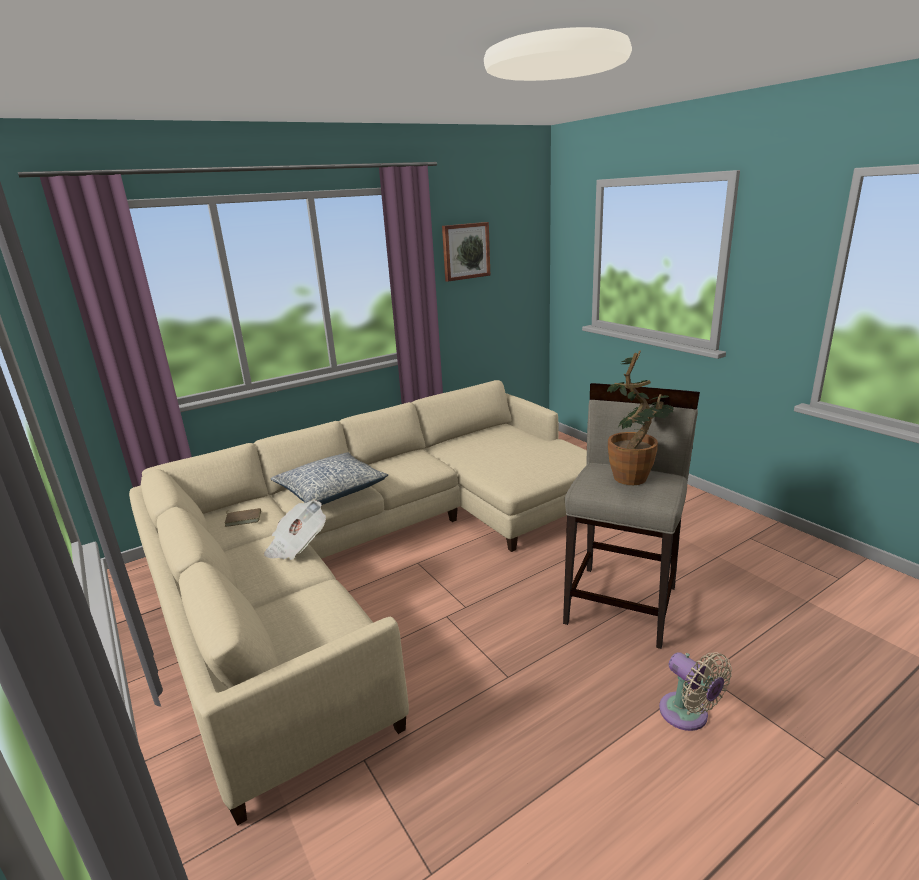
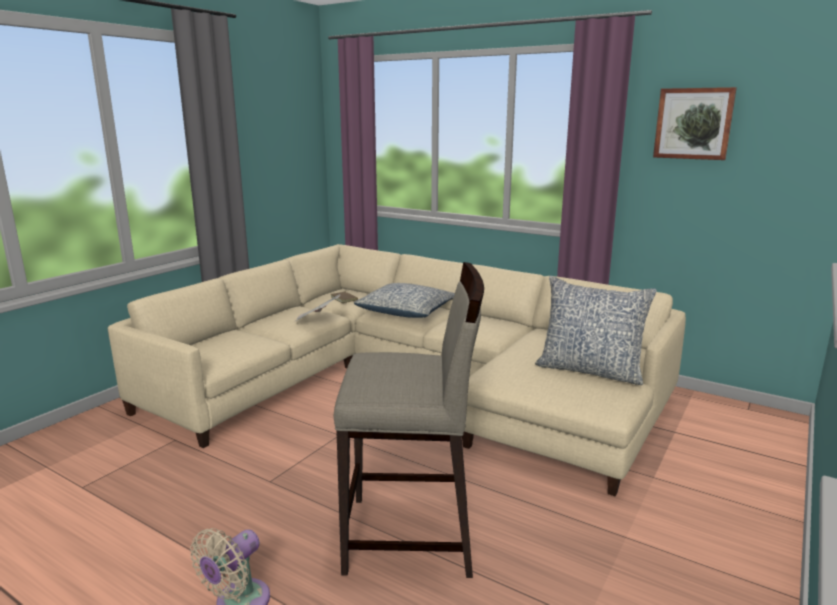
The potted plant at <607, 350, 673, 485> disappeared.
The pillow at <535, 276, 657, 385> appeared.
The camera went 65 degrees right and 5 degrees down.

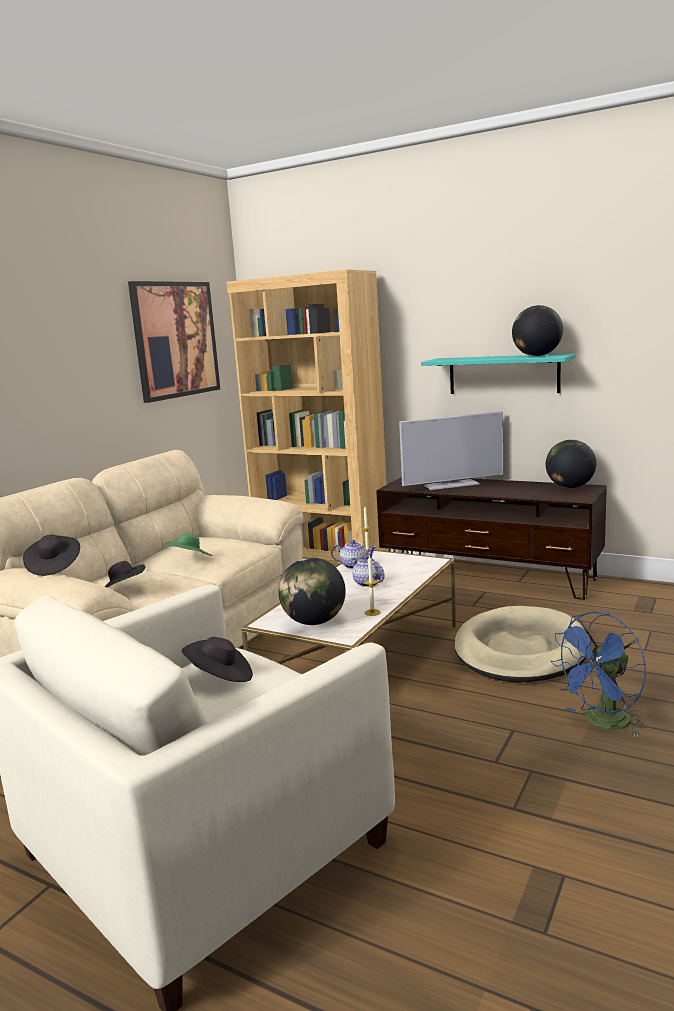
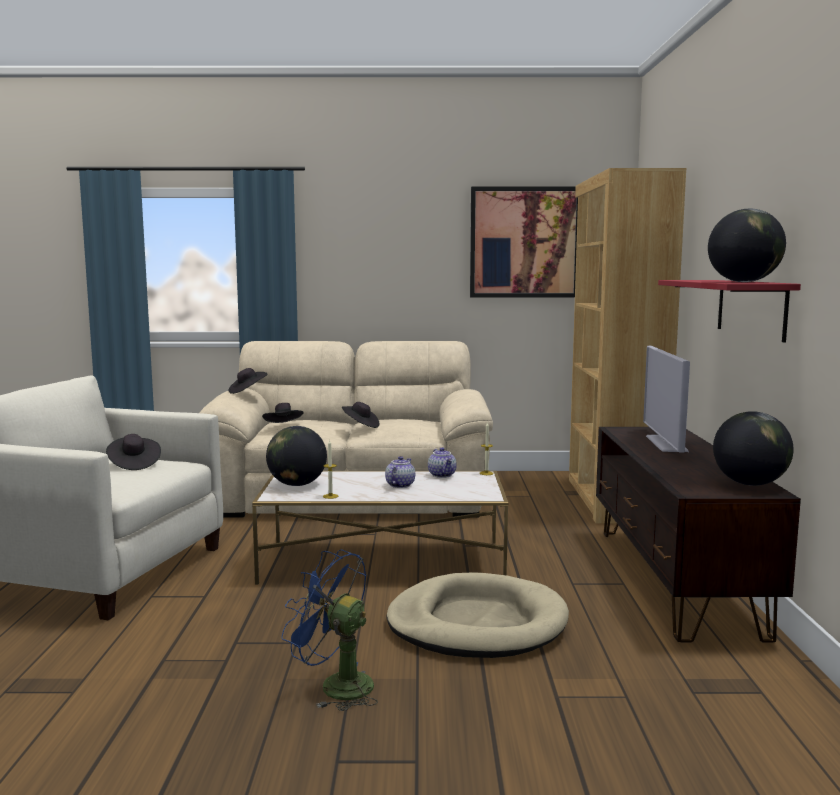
The hat/green at <164, 534, 212, 556> became the hat/black at <342, 402, 379, 428>.
The shelf/turquoise at <421, 354, 576, 394> became the shelf/red at <658, 280, 801, 343>.
The television at <399, 411, 503, 490> turned 45 degrees clockwise.
The camera went 60 degrees right and 5 degrees down.

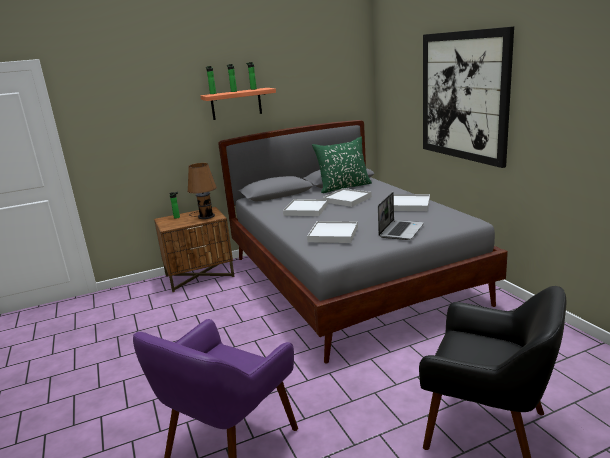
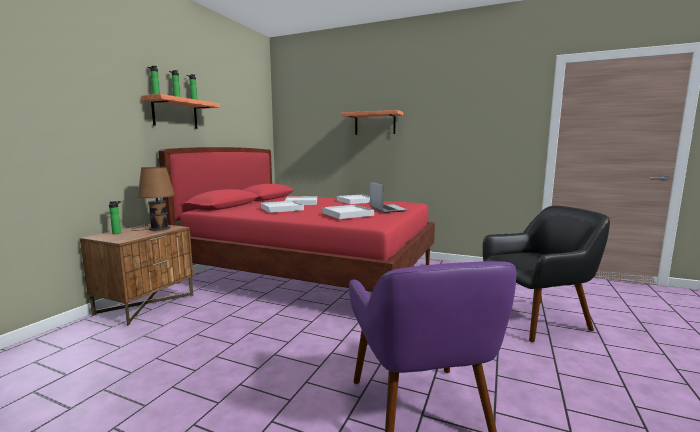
The pillow/green at <312, 137, 372, 193> disappeared.
The picture at <423, 27, 514, 168> was replaced by the shelf at <341, 110, 403, 135>.
The bed/grey at <218, 120, 508, 363> became the bed/red at <159, 147, 435, 292>.
The camera went 45 degrees left and 10 degrees down.

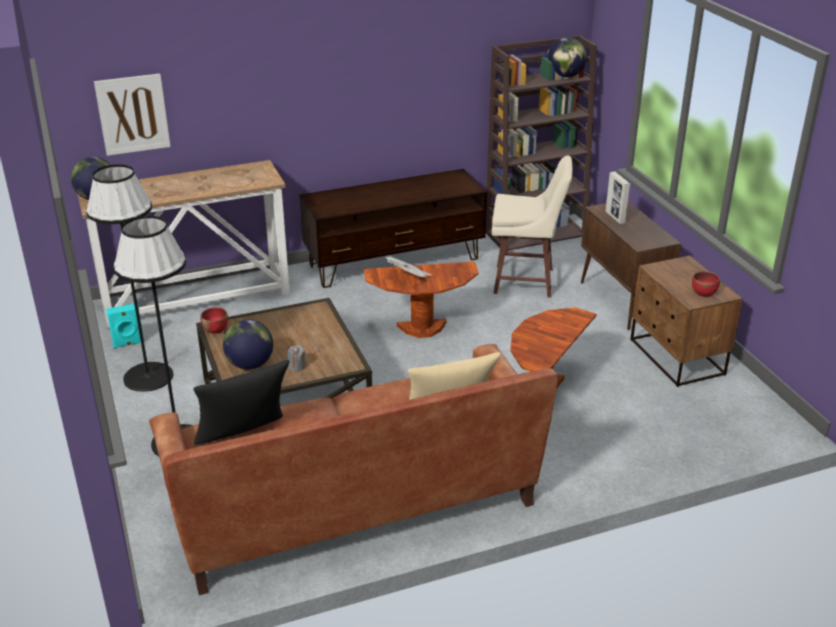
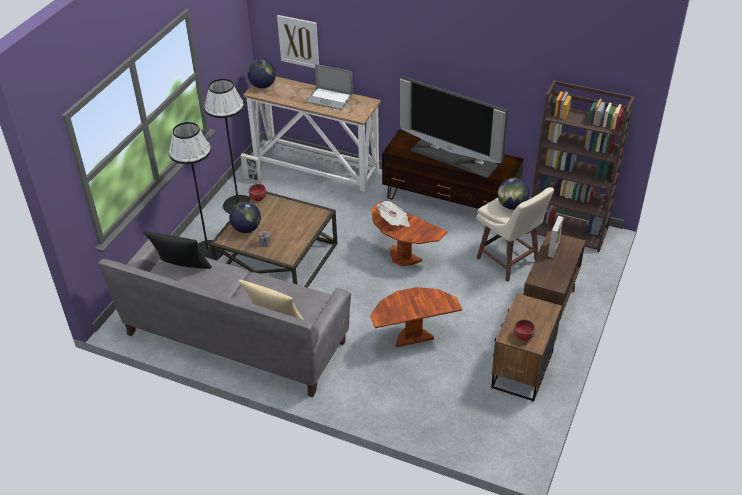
The laptop at <305, 64, 353, 110> appeared.
The television at <400, 76, 508, 178> appeared.
The globe moved from <548, 37, 587, 77> to <497, 178, 530, 210>.
The speaker/turquoise at <106, 304, 145, 349> was replaced by the picture frame at <240, 153, 262, 183>.
The sofa/brown at <149, 344, 558, 595> became the sofa/grey at <98, 239, 351, 397>.
The camera went 45 degrees right and 10 degrees up.

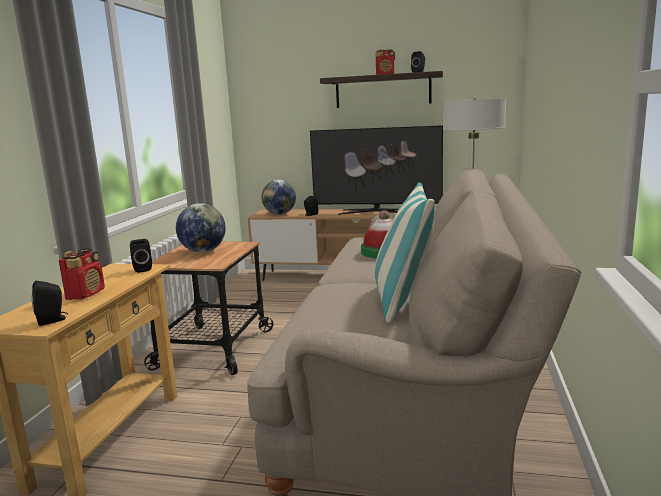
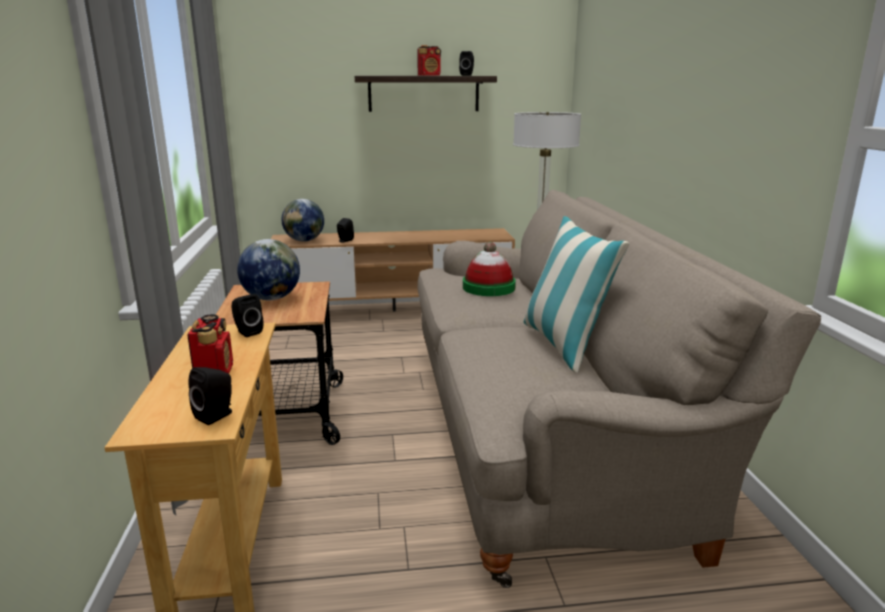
The television at <310, 125, 443, 215> disappeared.
The camera went 20 degrees left and 5 degrees up.

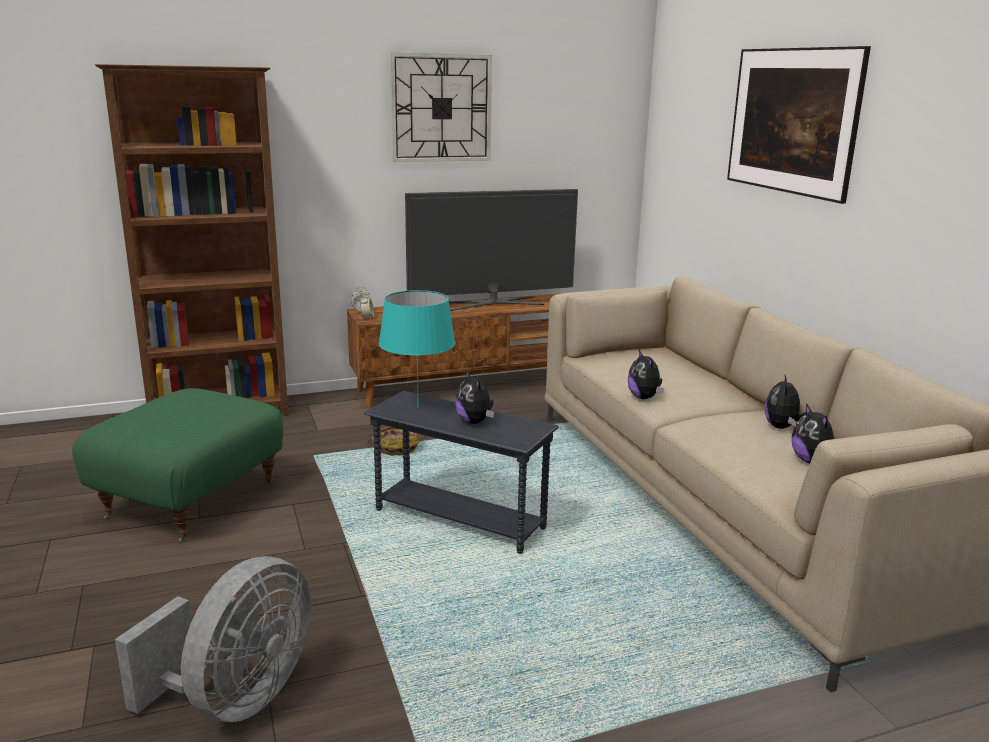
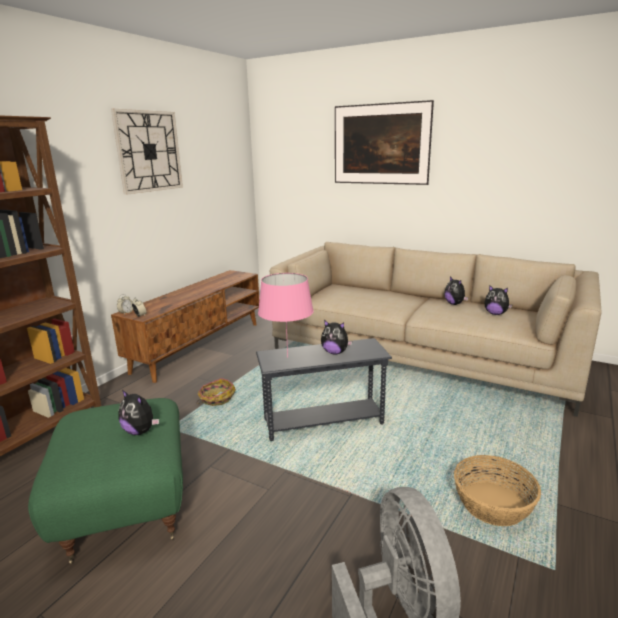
The television at <405, 189, 578, 311> disappeared.
The basket at <454, 455, 541, 526> appeared.
The plush toy moved from <628, 350, 664, 399> to <118, 390, 159, 435>.
The table lamp/turquoise at <379, 290, 455, 408> became the table lamp/pink at <258, 273, 314, 357>.
The camera went 40 degrees left and 0 degrees up.

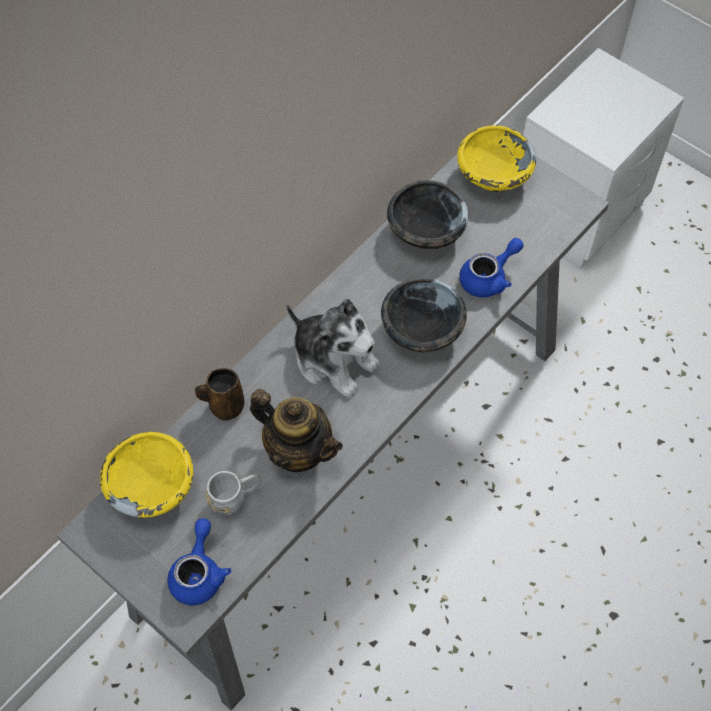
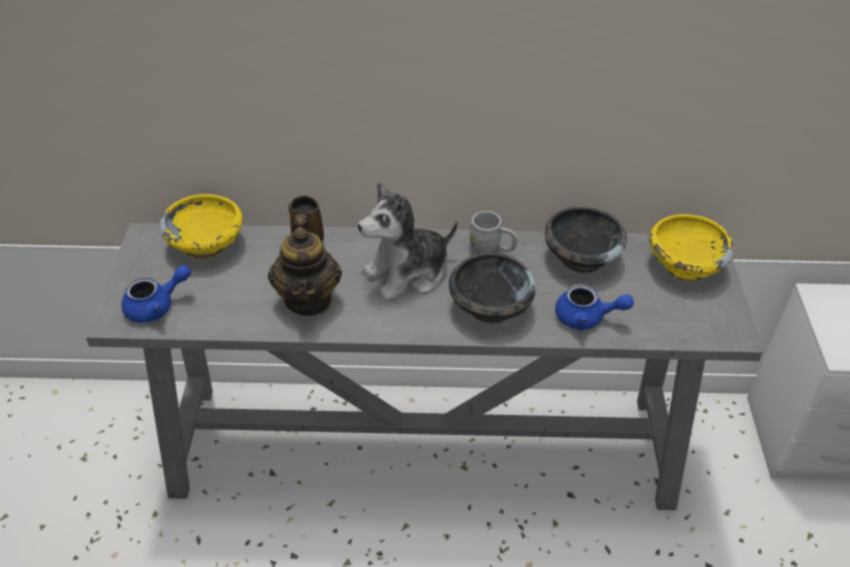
The mug/grey moved from <206, 471, 261, 515> to <469, 211, 517, 254>.
The plush toy at <286, 299, 380, 398> turned 60 degrees clockwise.
The camera went 50 degrees right and 15 degrees down.

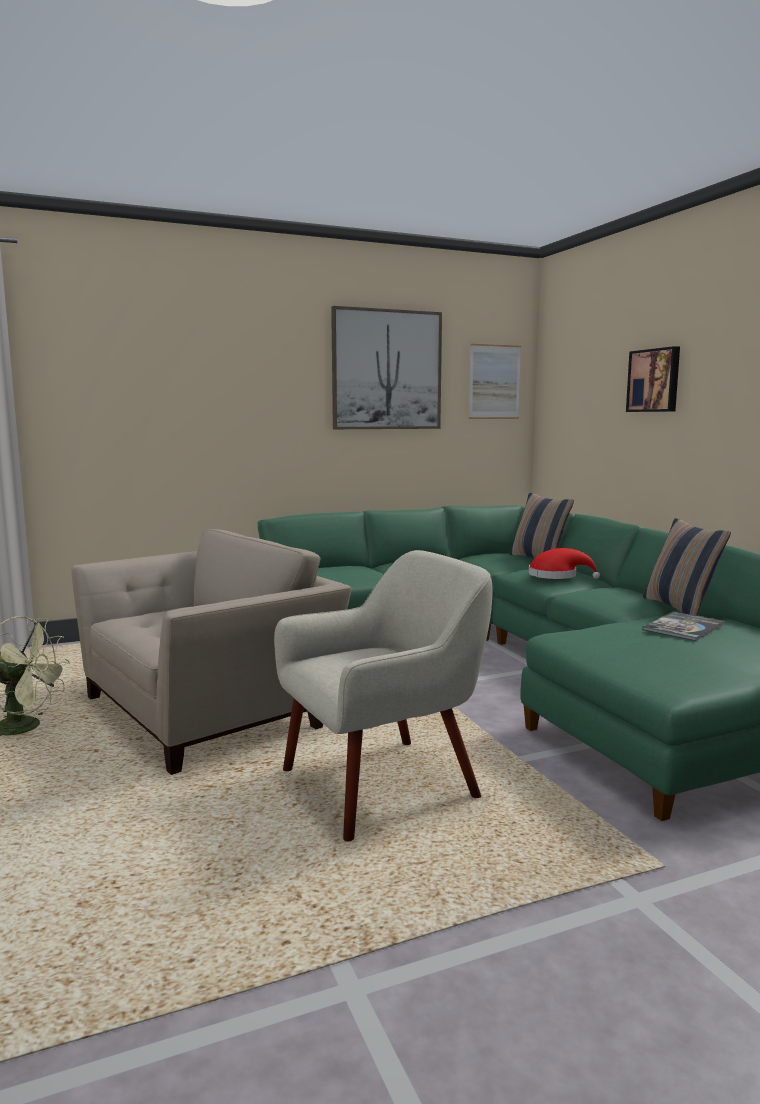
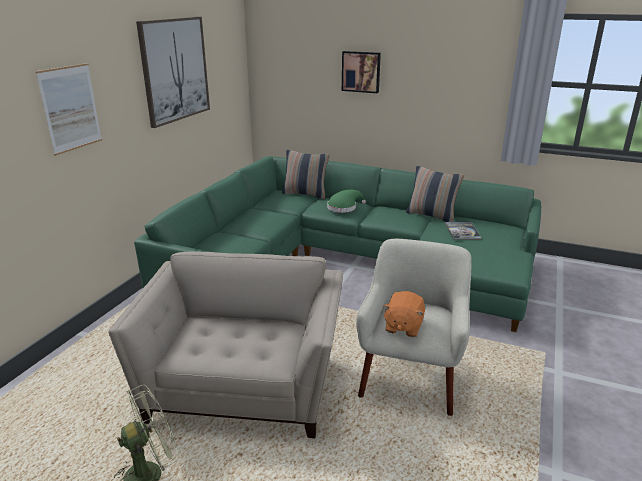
The plush toy/orange at <383, 291, 425, 337> appeared.
The picture moved from <469, 344, 521, 419> to <35, 63, 102, 156>.
The hat/red at <529, 548, 600, 579> became the hat/green at <327, 190, 366, 213>.
The camera went 45 degrees left and 15 degrees up.

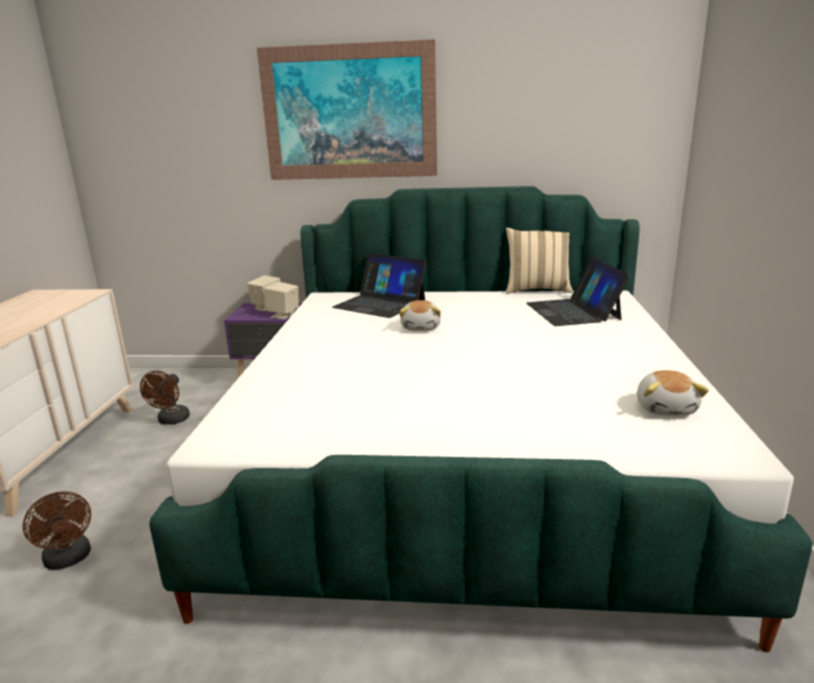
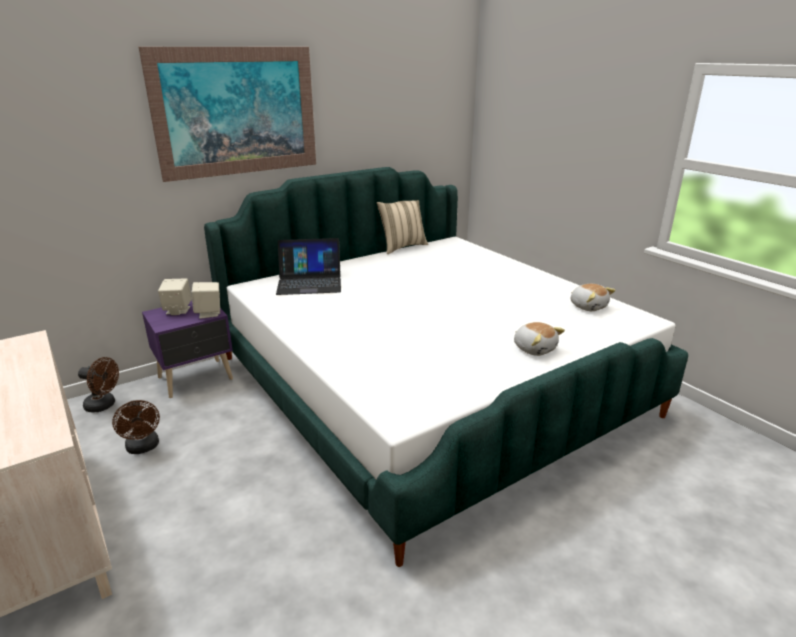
The laptop at <526, 257, 630, 326> disappeared.
The fan/brown moved from <23, 491, 91, 570> to <78, 357, 119, 412>.
The plush toy moved from <399, 300, 441, 331> to <514, 322, 565, 356>.
The camera went 40 degrees left and 5 degrees up.

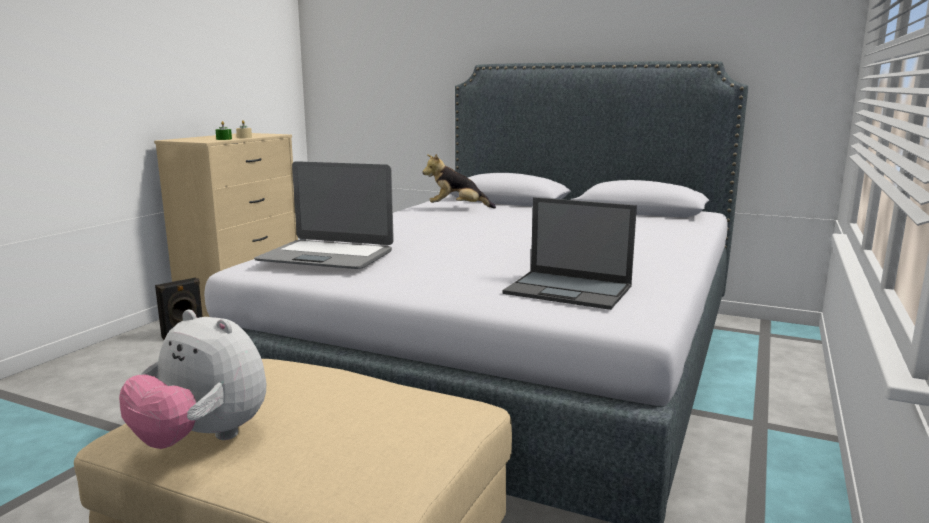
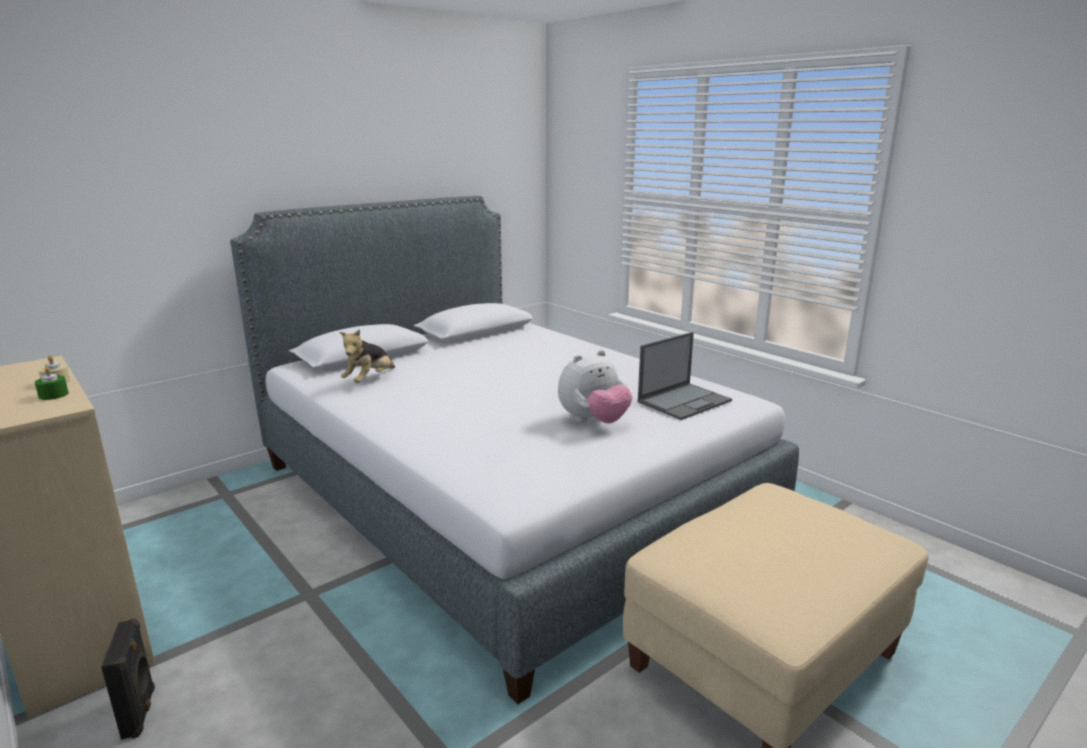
The laptop at <254, 161, 394, 269> disappeared.
The plush toy moved from <119, 309, 266, 449> to <558, 350, 632, 423>.
The camera went 65 degrees left and 5 degrees up.

